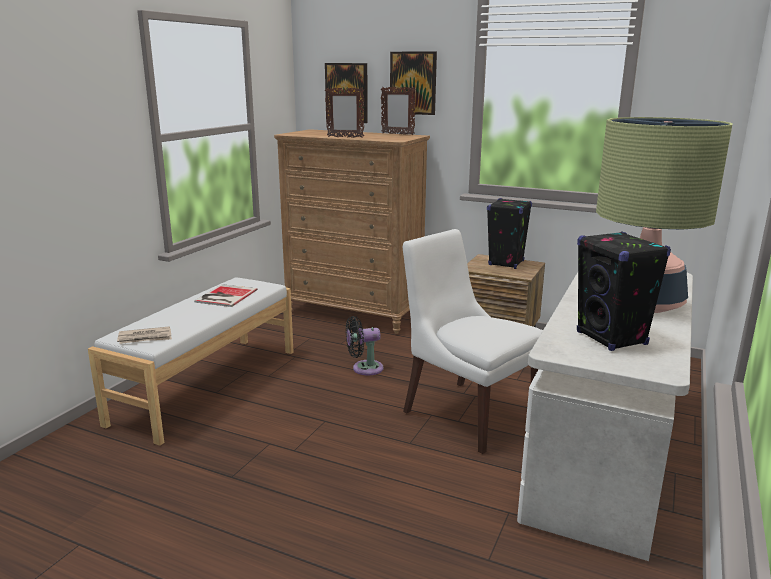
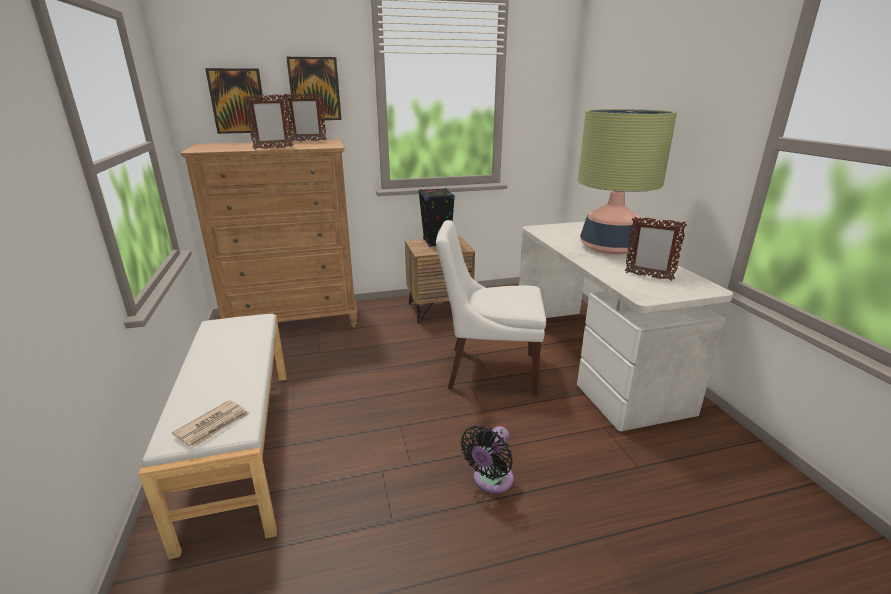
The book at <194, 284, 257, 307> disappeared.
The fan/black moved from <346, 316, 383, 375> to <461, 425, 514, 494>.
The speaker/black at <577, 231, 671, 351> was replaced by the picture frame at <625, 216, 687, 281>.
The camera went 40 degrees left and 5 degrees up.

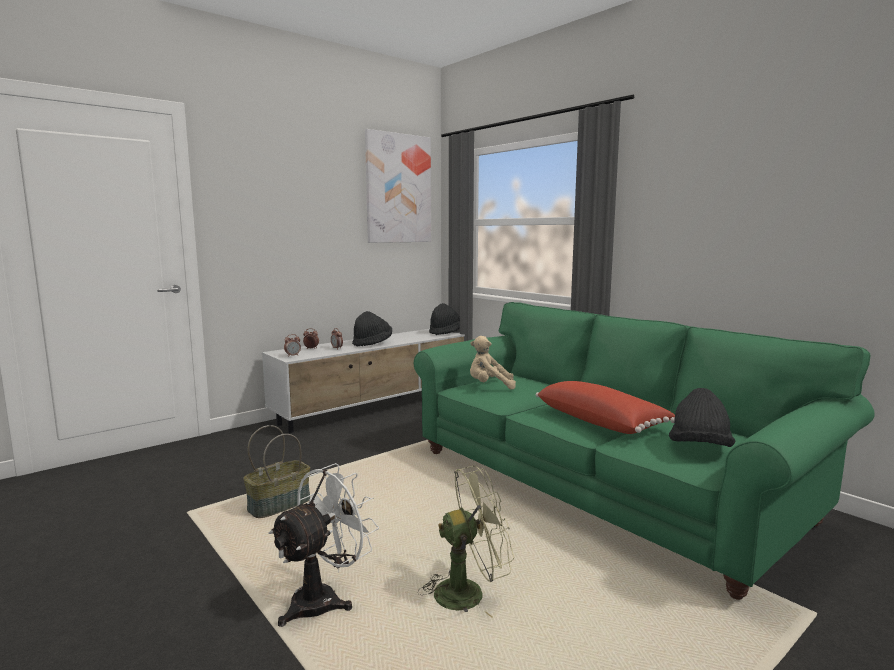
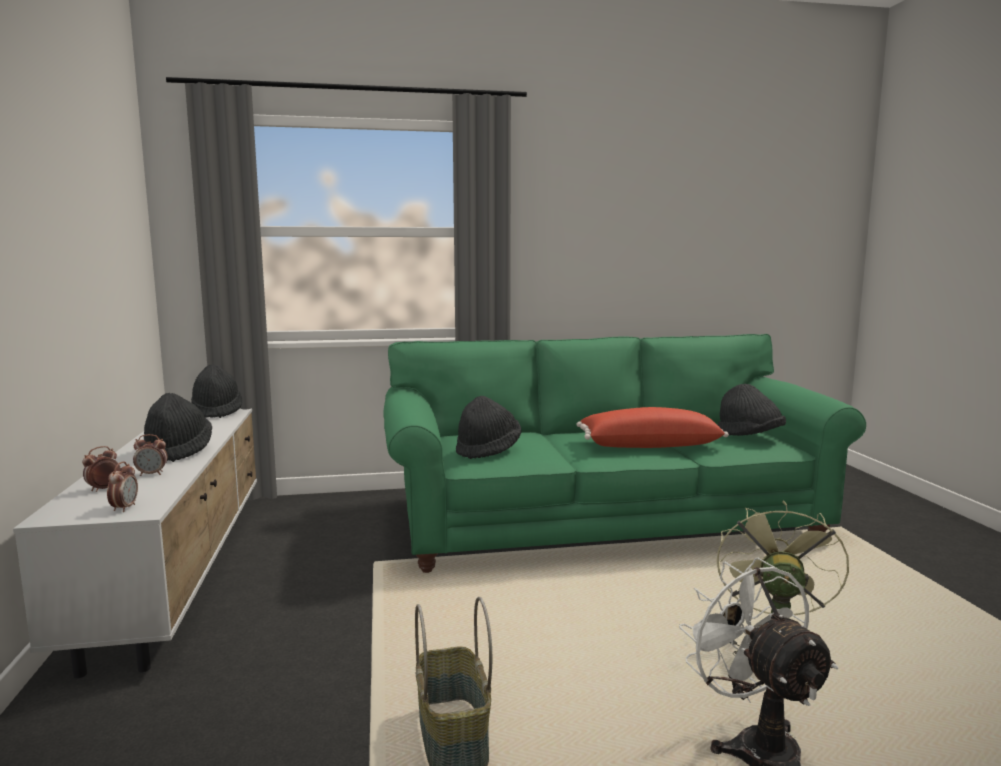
The picture at <365, 129, 431, 243> disappeared.
The plush toy/beige at <470, 336, 516, 389> was replaced by the hat/black at <456, 396, 522, 459>.
The camera went 60 degrees left and 0 degrees up.

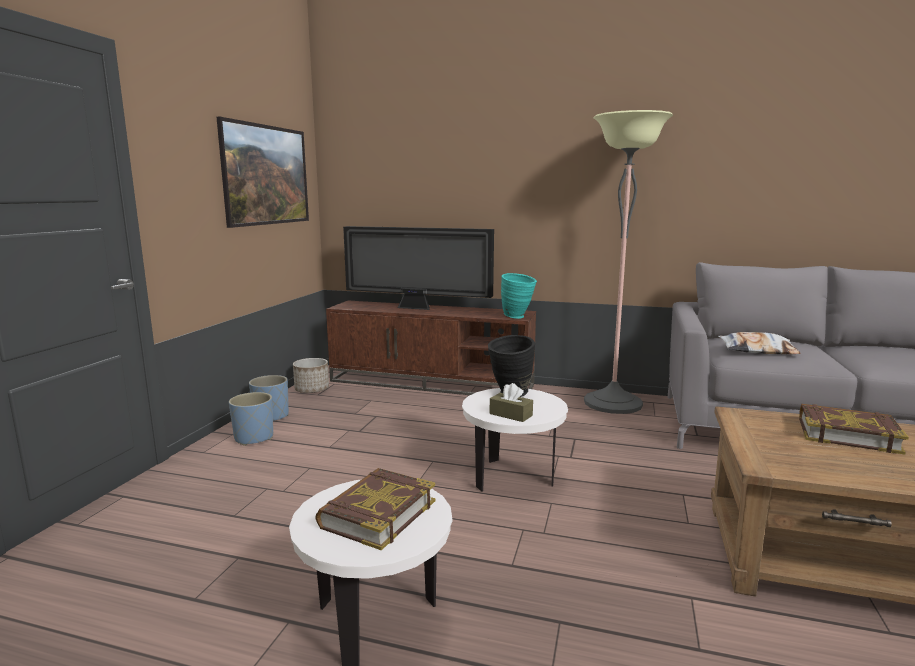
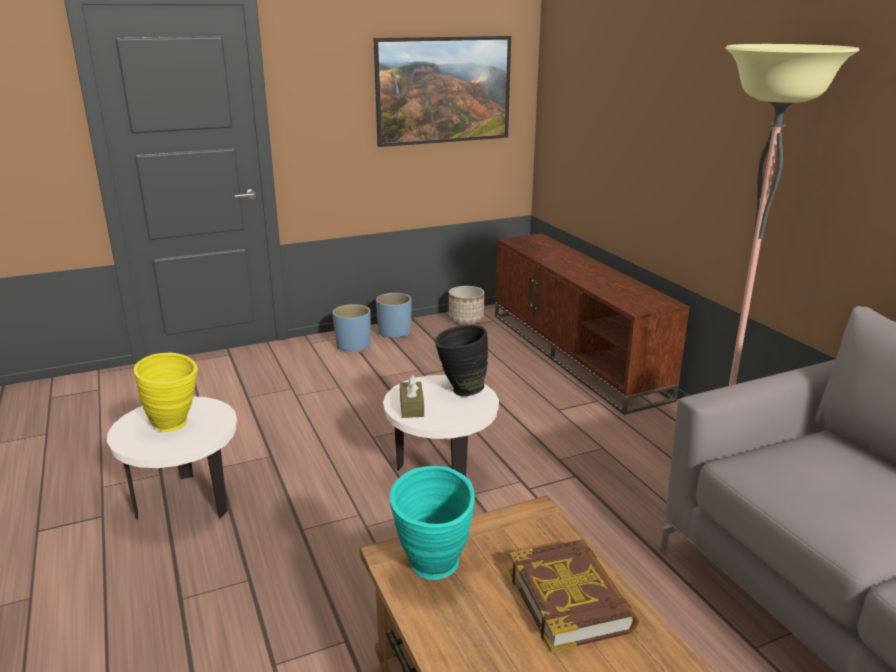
The television at <343, 226, 494, 310> disappeared.
The pillow at <718, 332, 801, 354> disappeared.
The vase/turquoise moved from <501, 273, 537, 319> to <390, 466, 475, 580>.
The book at <315, 468, 435, 550> was replaced by the vase/yellow at <134, 353, 198, 432>.
The camera went 50 degrees right and 10 degrees up.

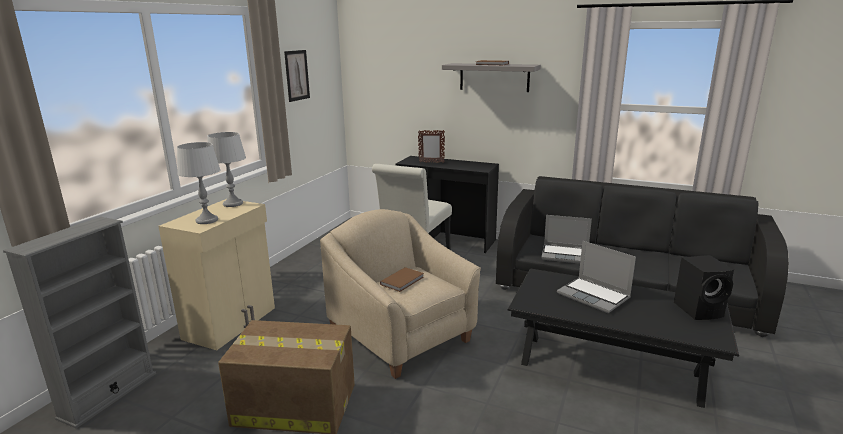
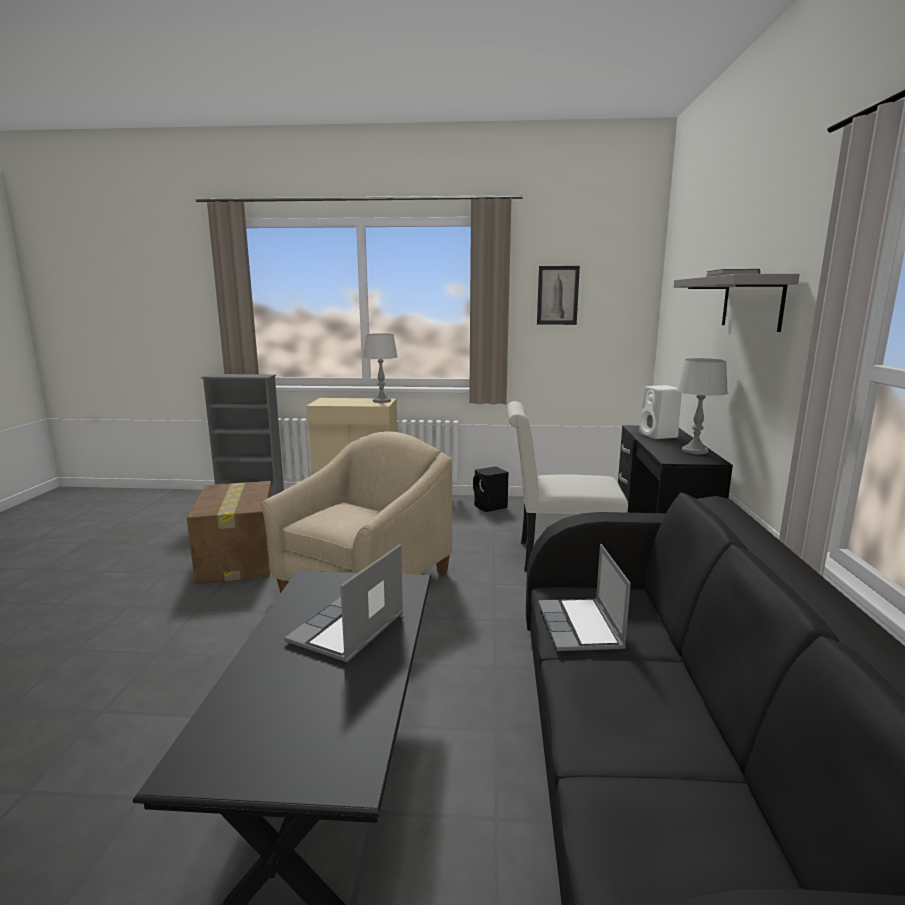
The book/brown at <380, 267, 424, 292> disappeared.
The table lamp/grey moved from <177, 142, 221, 224> to <676, 358, 728, 455>.
The speaker/black moved from <674, 255, 734, 320> to <473, 466, 508, 512>.
The picture frame at <418, 130, 445, 163> was replaced by the speaker/white at <639, 385, 682, 439>.
The camera went 70 degrees right and 5 degrees down.

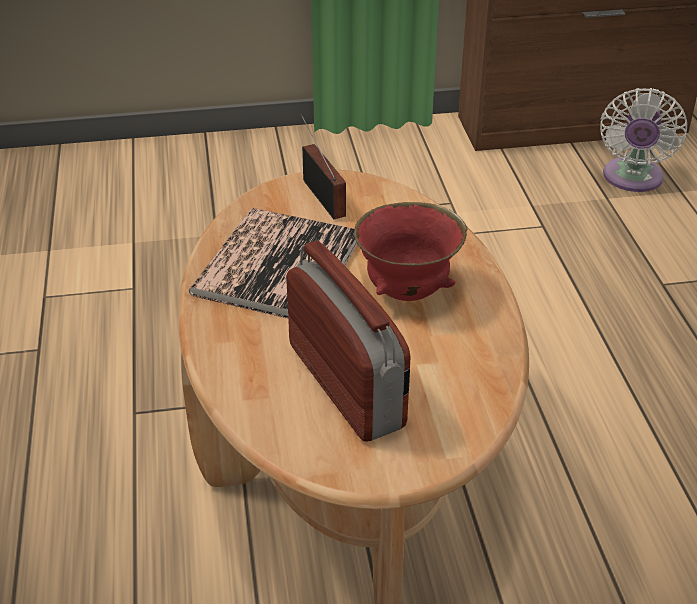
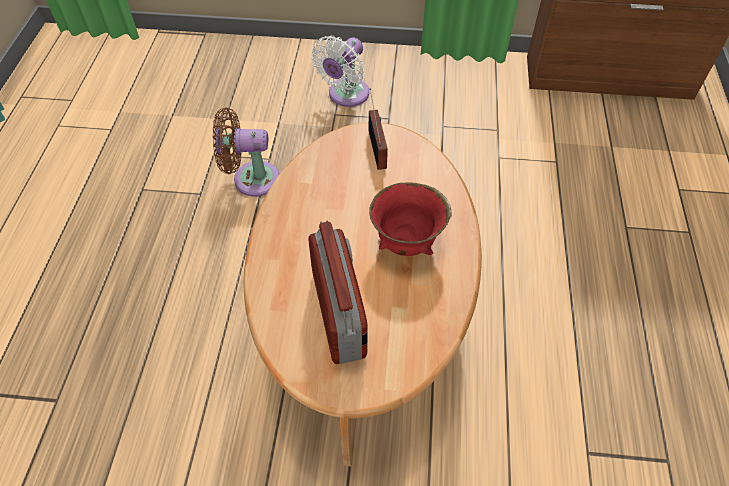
The book at <189, 208, 357, 318> disappeared.
The fan/brown at <213, 108, 279, 197> appeared.
The fan/white moved from <600, 88, 687, 192> to <312, 36, 369, 107>.
The camera went 15 degrees right and 15 degrees up.

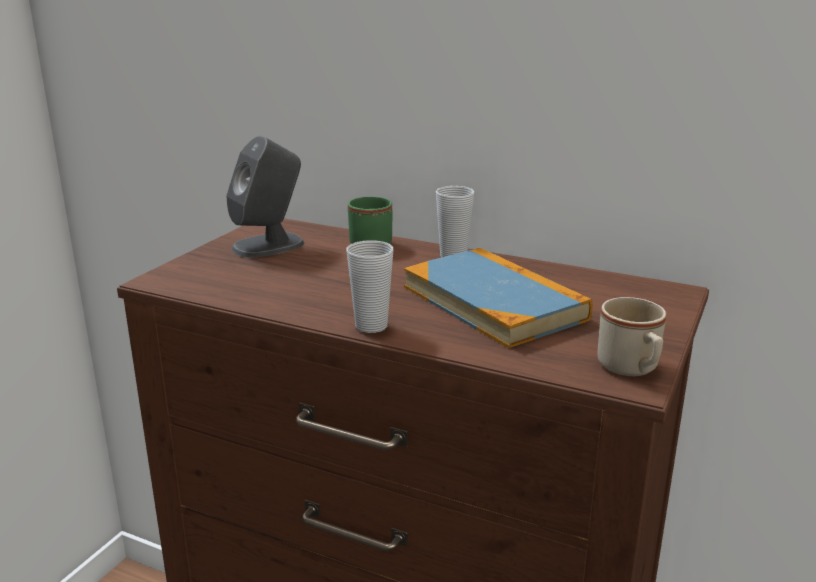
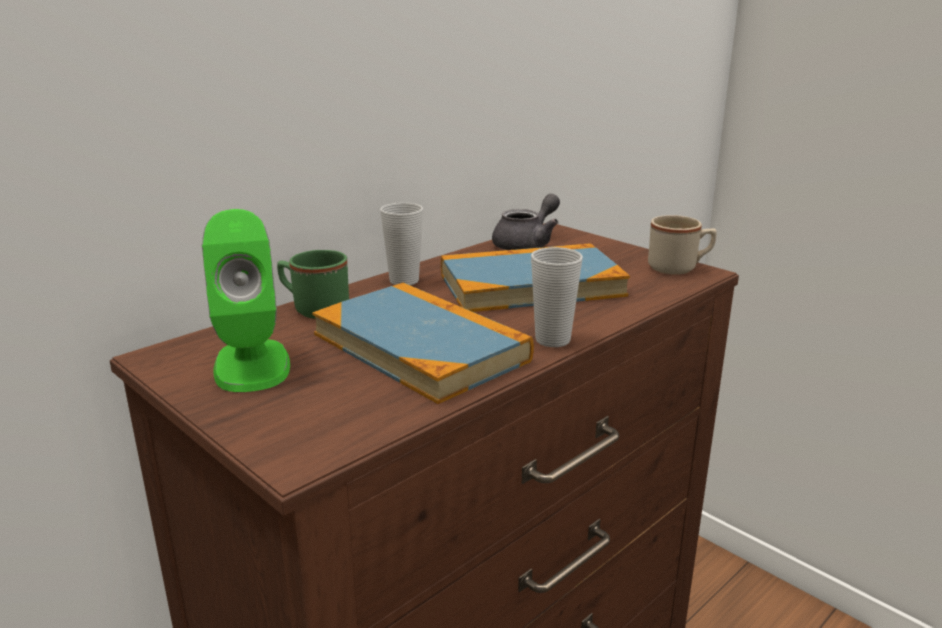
The book at <312, 283, 534, 404> appeared.
The teapot/grey at <492, 194, 560, 250> appeared.
The speaker/grey at <226, 136, 304, 257> became the speaker/green at <202, 209, 290, 392>.
The camera went 70 degrees left and 0 degrees up.

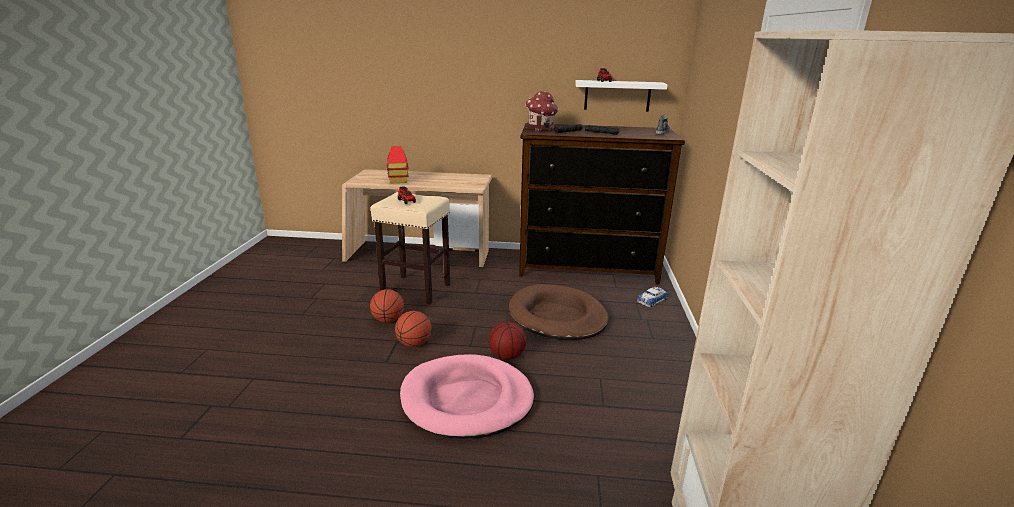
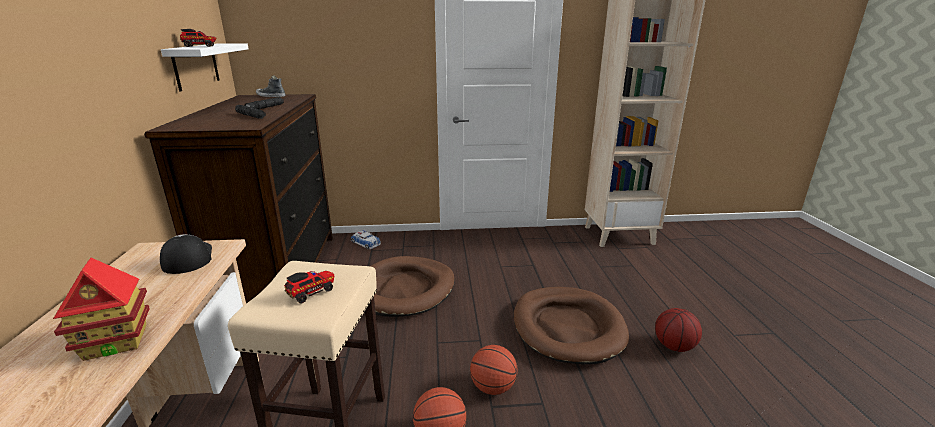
The toy house at <525, 91, 559, 131> disappeared.
The cap at <160, 234, 212, 274> appeared.
The basketball moved from <489, 322, 526, 360> to <655, 308, 702, 352>.
The dog bed/pink at <400, 354, 534, 439> became the dog bed/brown at <514, 287, 629, 364>.
The camera went 100 degrees left and 0 degrees up.

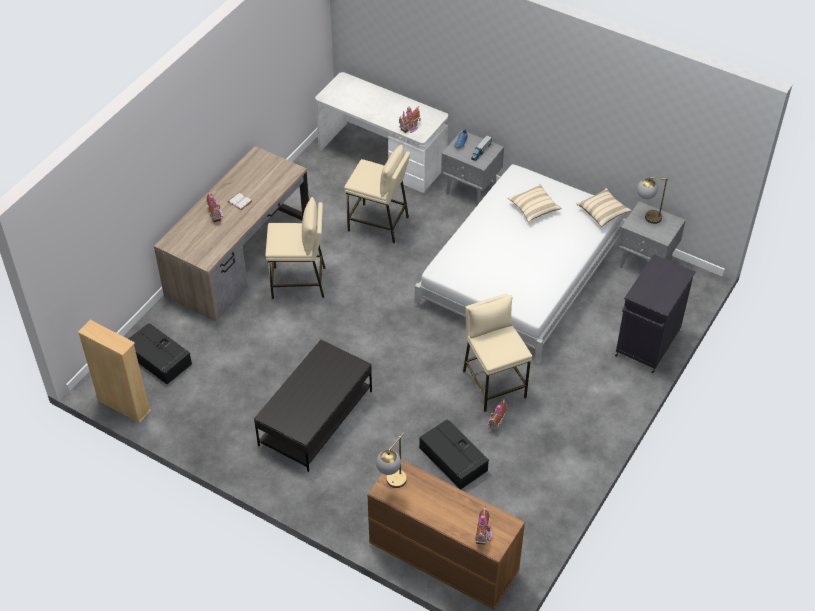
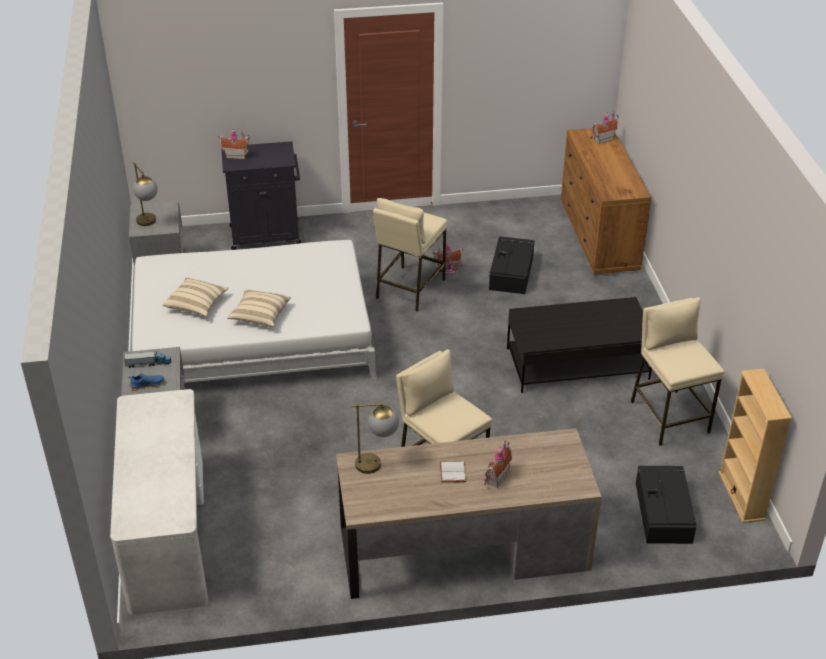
The stool/beige moved from <344, 144, 410, 244> to <631, 297, 725, 446>.
The table lamp moved from <376, 433, 407, 488> to <350, 403, 399, 474>.
The toy house moved from <399, 106, 421, 133> to <218, 129, 250, 159>.
The pillow/beige moved from <577, 188, 632, 227> to <227, 289, 291, 327>.
The camera went 130 degrees left and 10 degrees down.

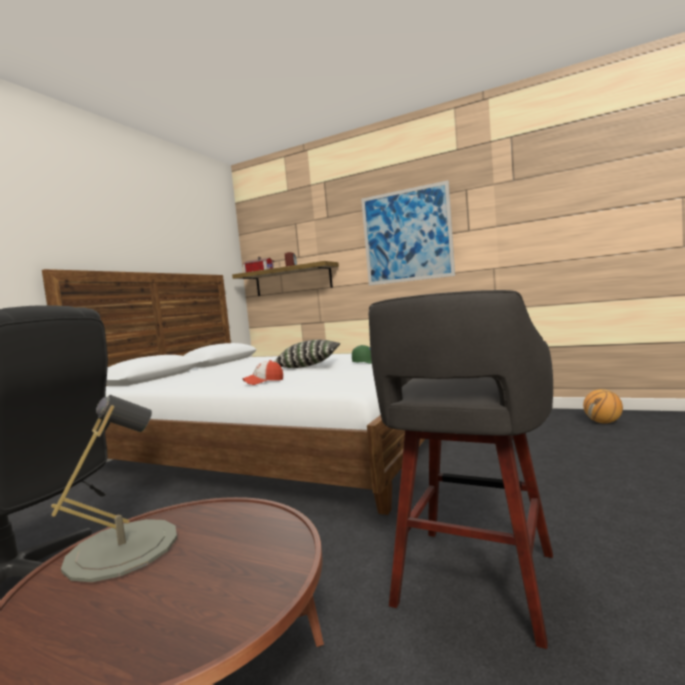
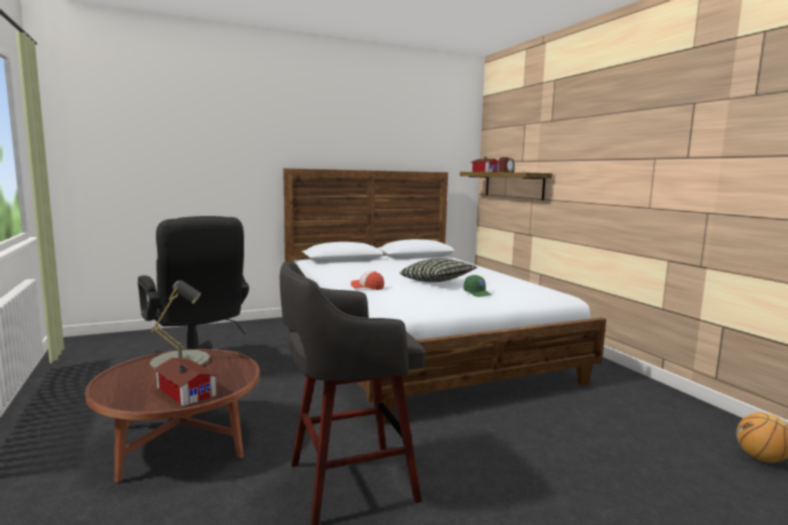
The picture at <361, 180, 455, 286> disappeared.
The toy house at <153, 358, 219, 406> appeared.
The camera went 40 degrees right and 5 degrees up.

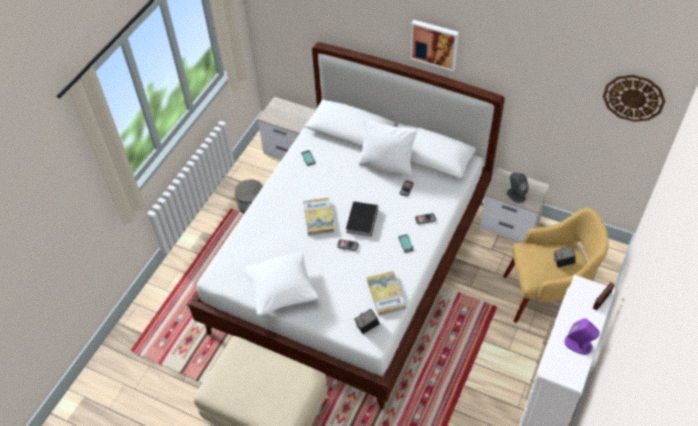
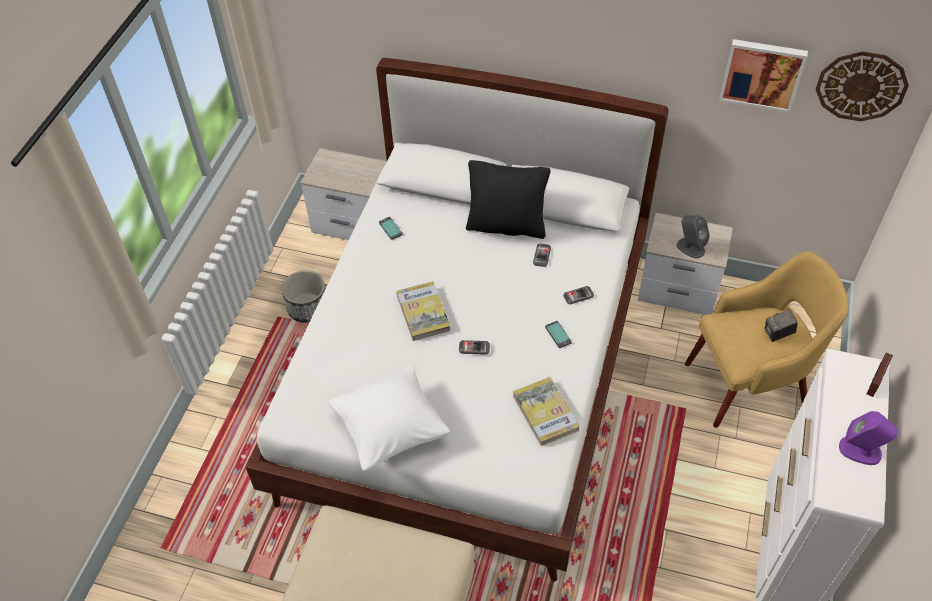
The book at <346, 202, 378, 237> disappeared.
The photo camera at <354, 309, 380, 334> disappeared.
The picture moved from <410, 20, 459, 72> to <719, 39, 808, 113>.
The pillow/white at <359, 119, 417, 177> became the pillow/black at <466, 160, 551, 239>.
The camera went 10 degrees left and 0 degrees up.

